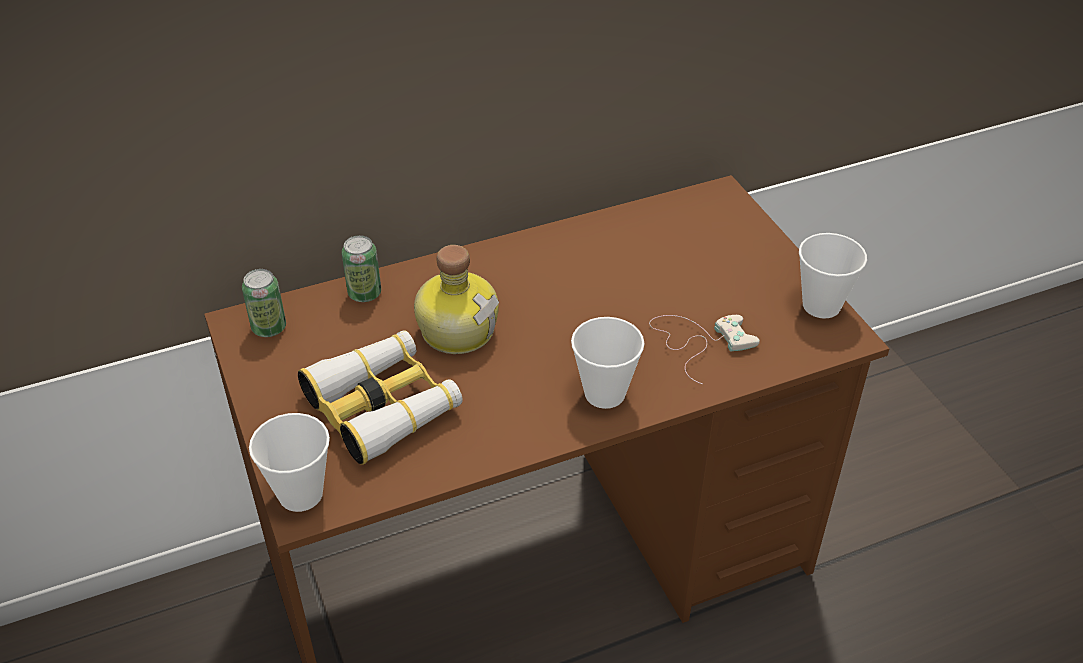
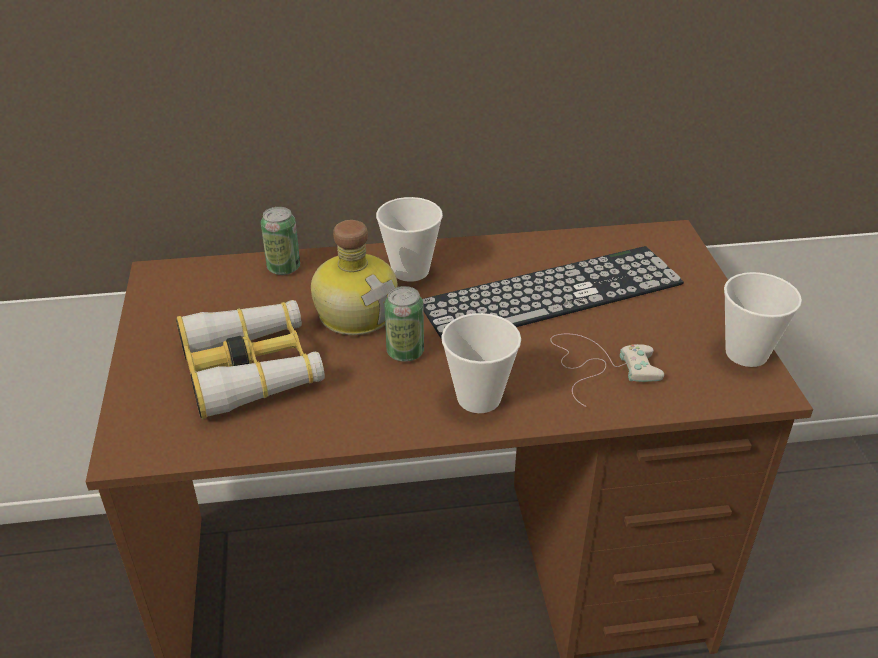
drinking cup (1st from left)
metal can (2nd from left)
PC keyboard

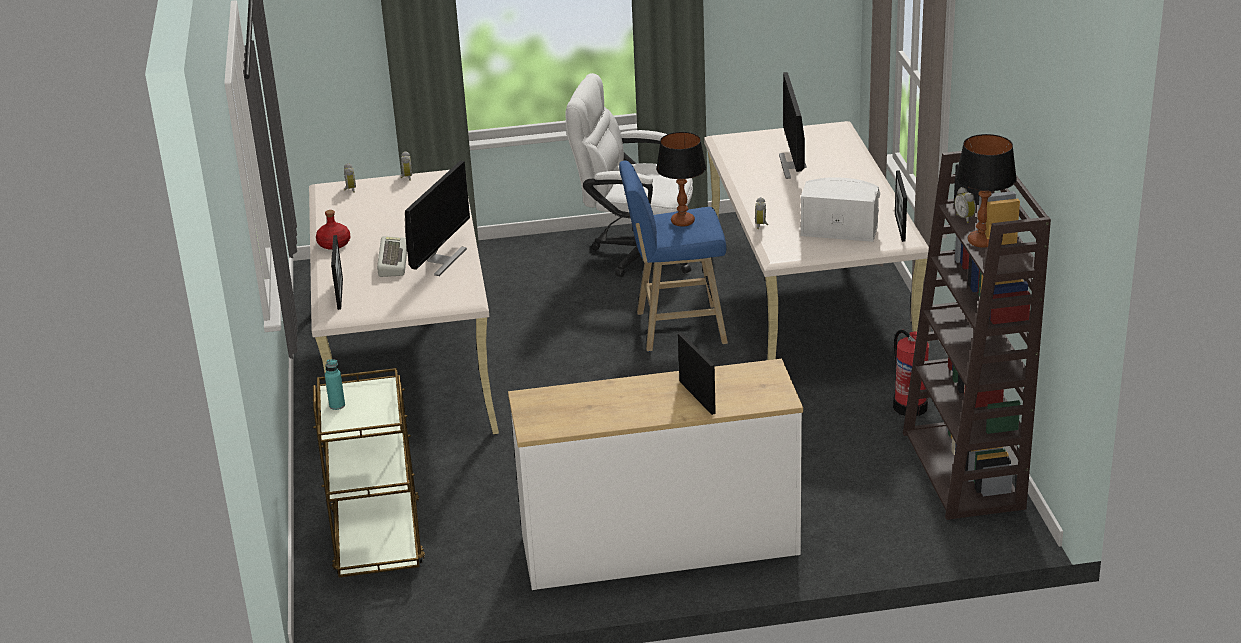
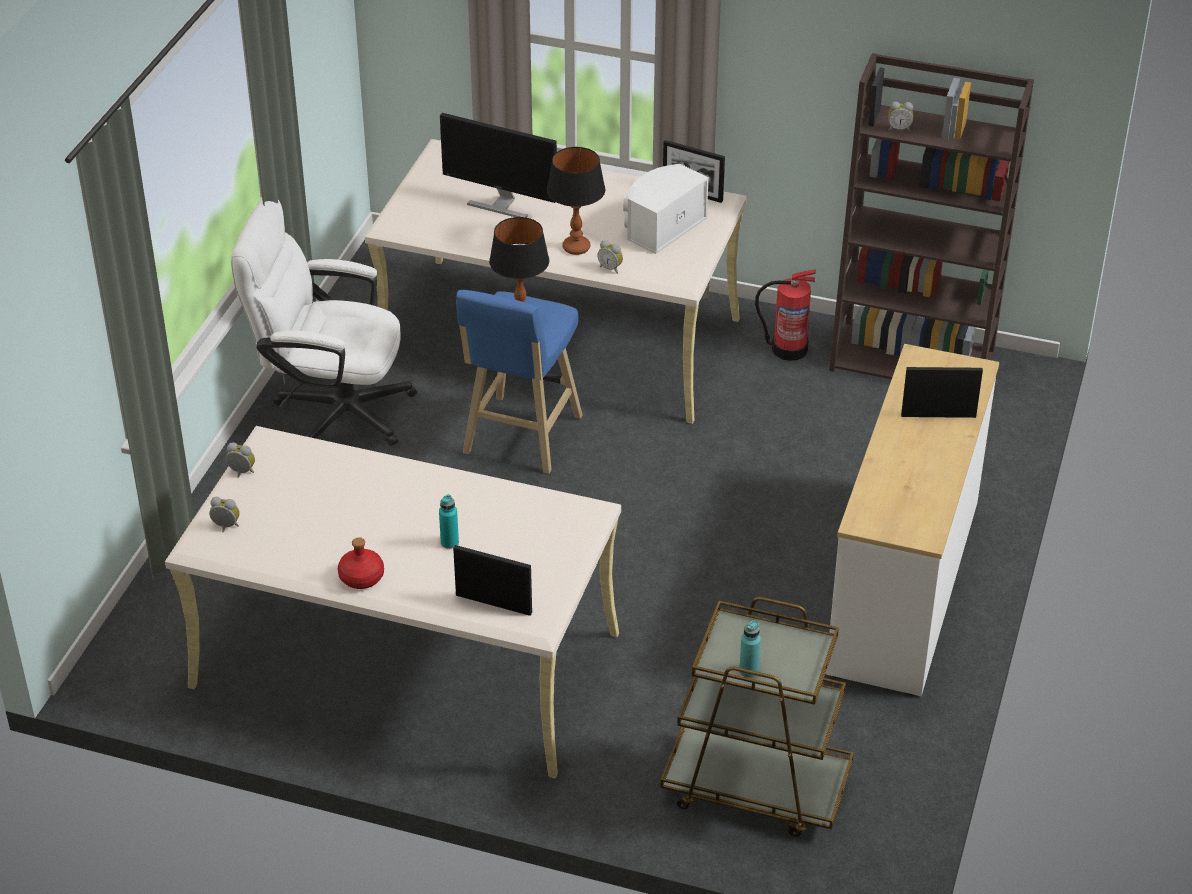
white desk chair
turquoise bottle (1st from left)
lamp for a table (2nd from left)
computer display (1st from left in the first image)

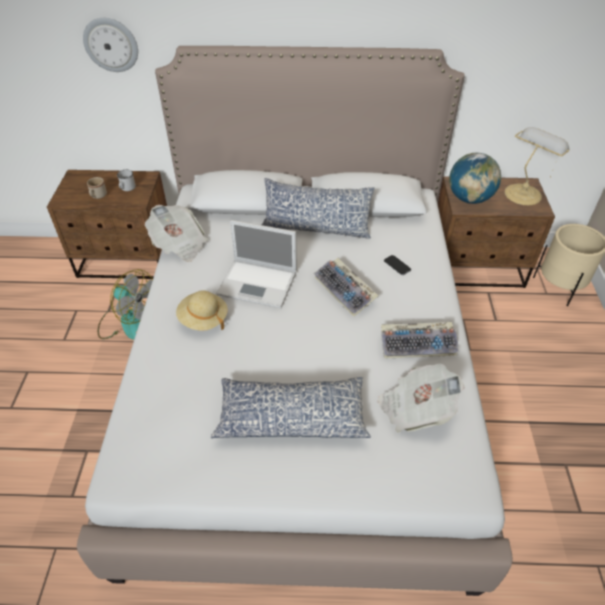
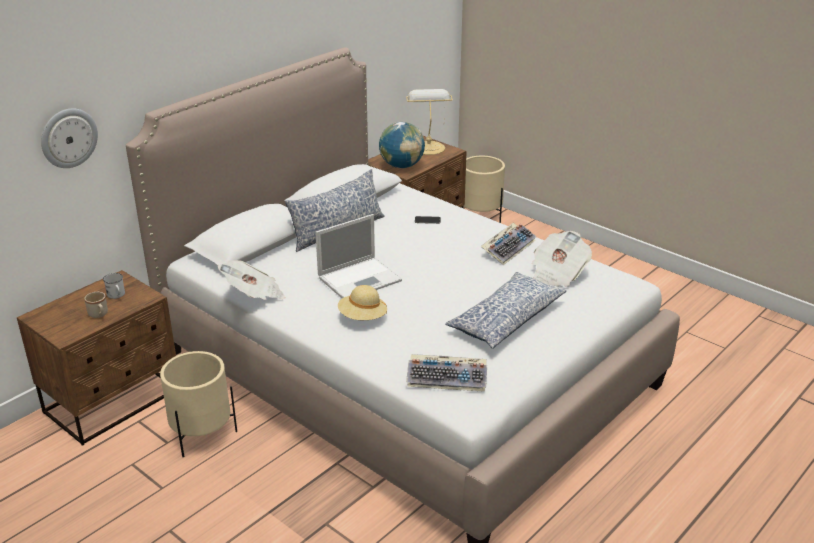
sand-coloured plant pot (1st from left)
PC keyboard (1st from left)

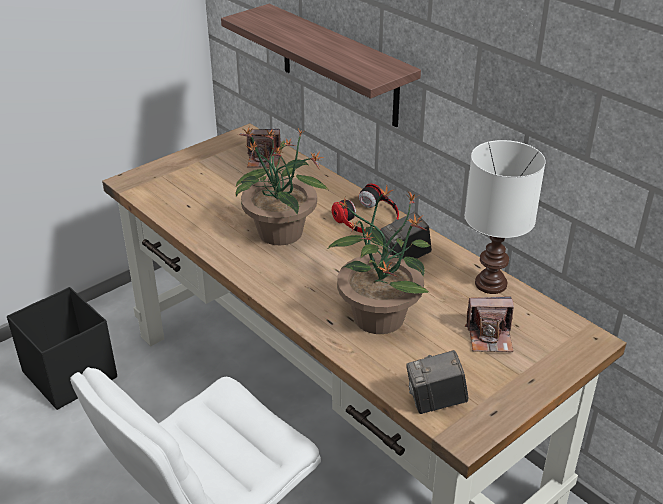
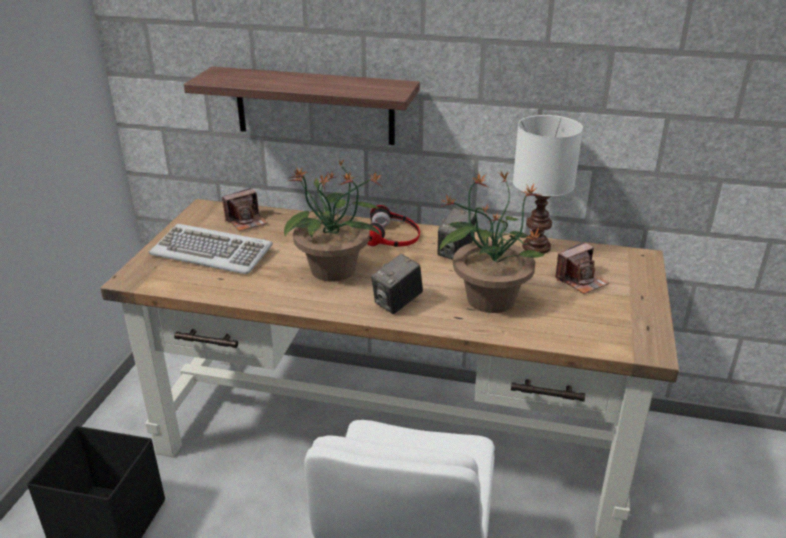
PC keyboard
still camera (2nd from left)

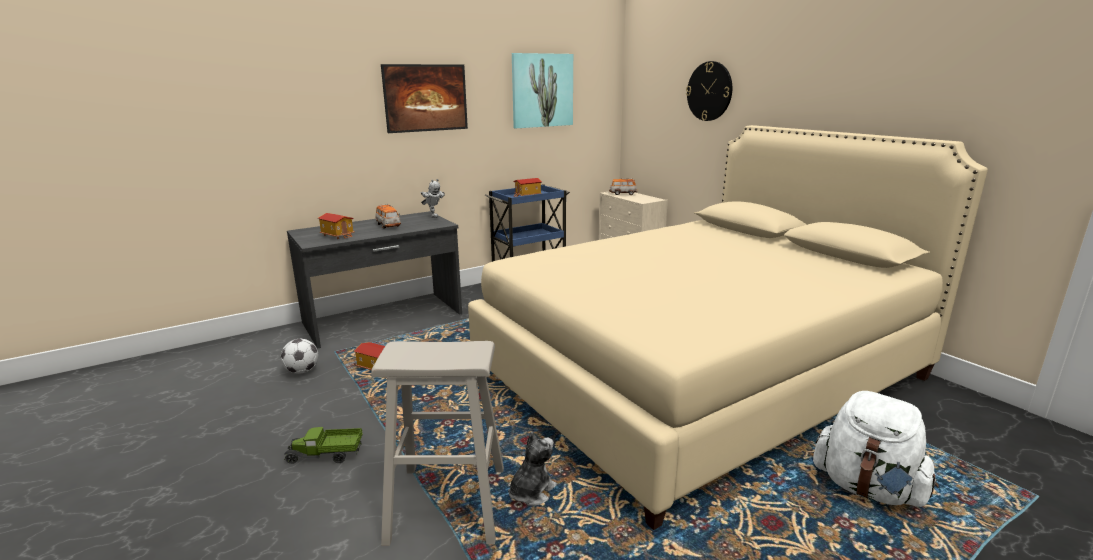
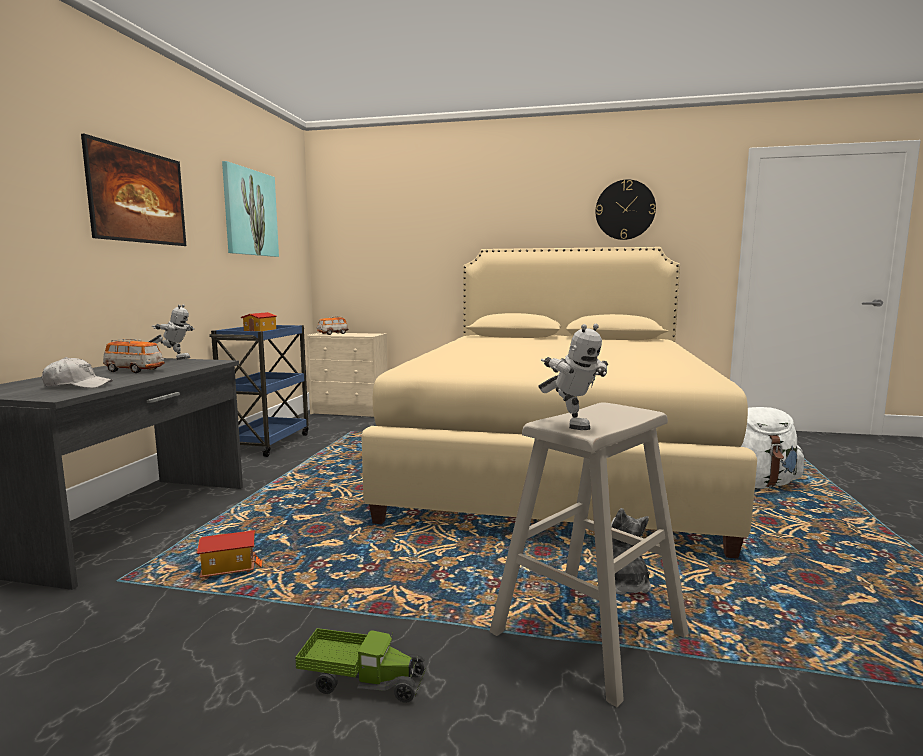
white baseball cap
toy lorry
toy robot (2nd from left)
wall clock
ball for football

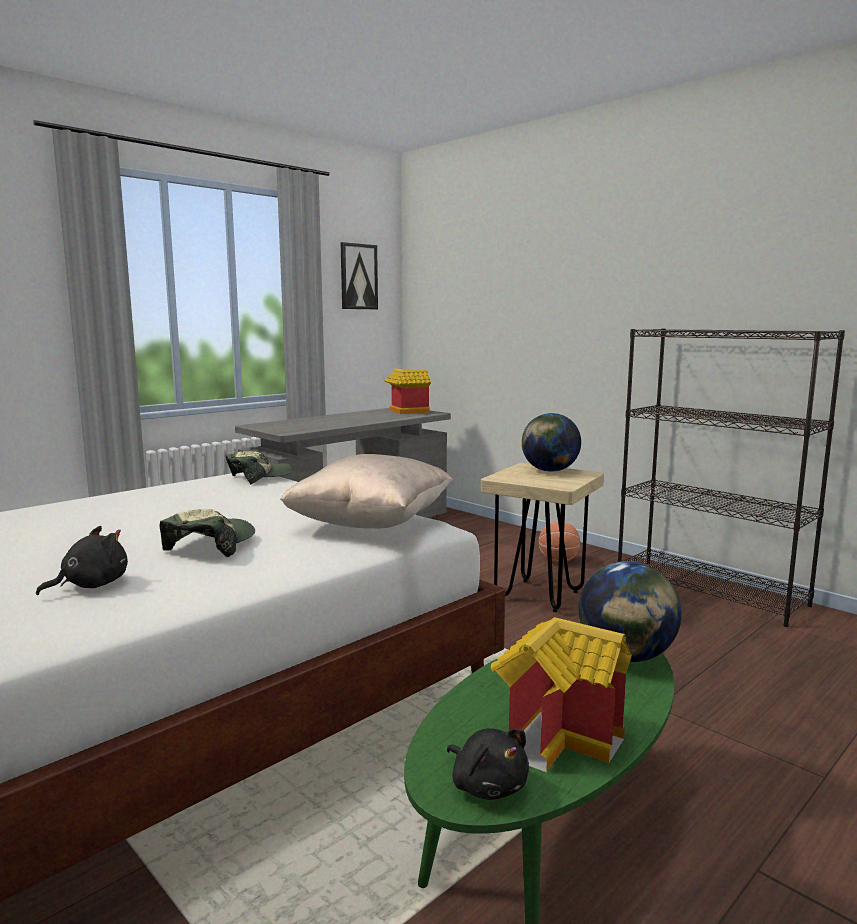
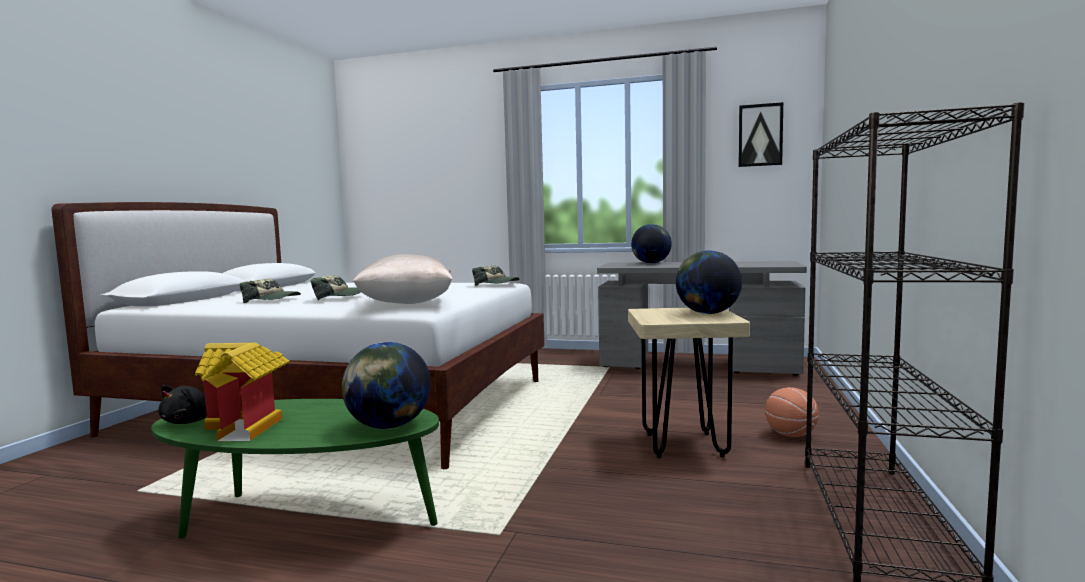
baseball cap (1st from left)
globe (2nd from left)
model house (1st from left in the first image)

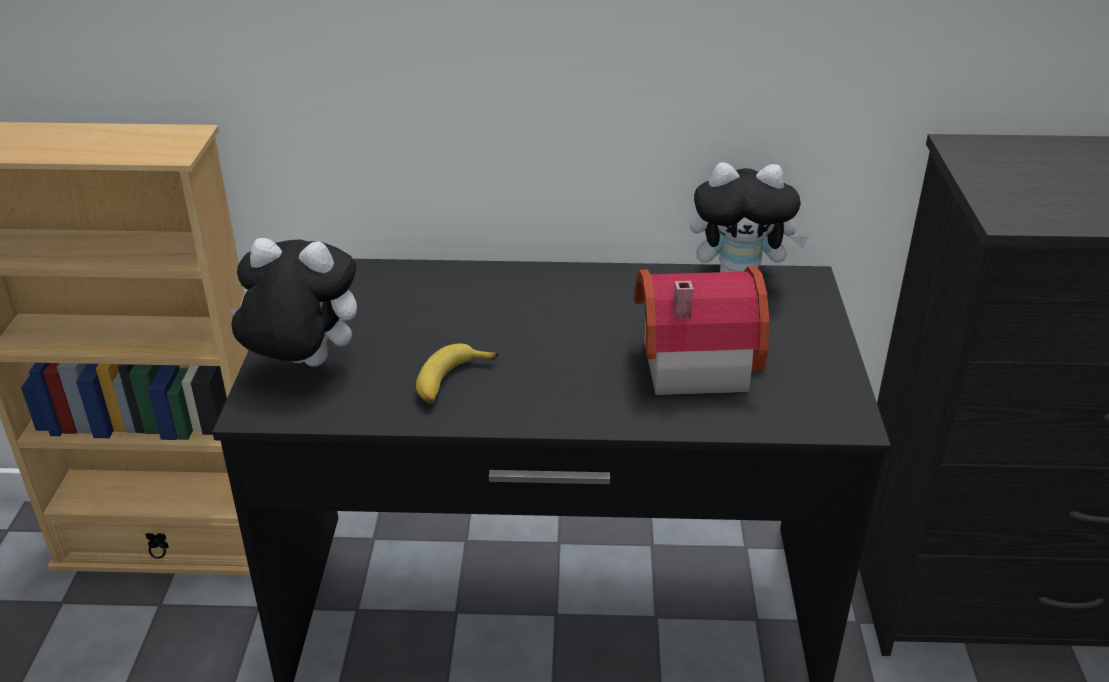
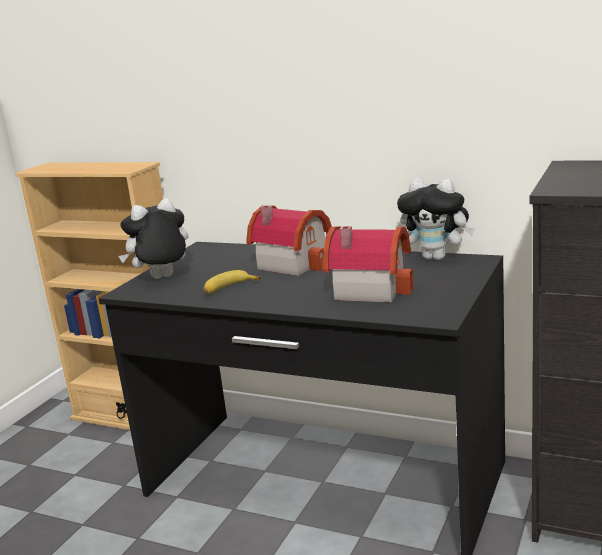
soft toy (1st from left)
model house (1st from left)

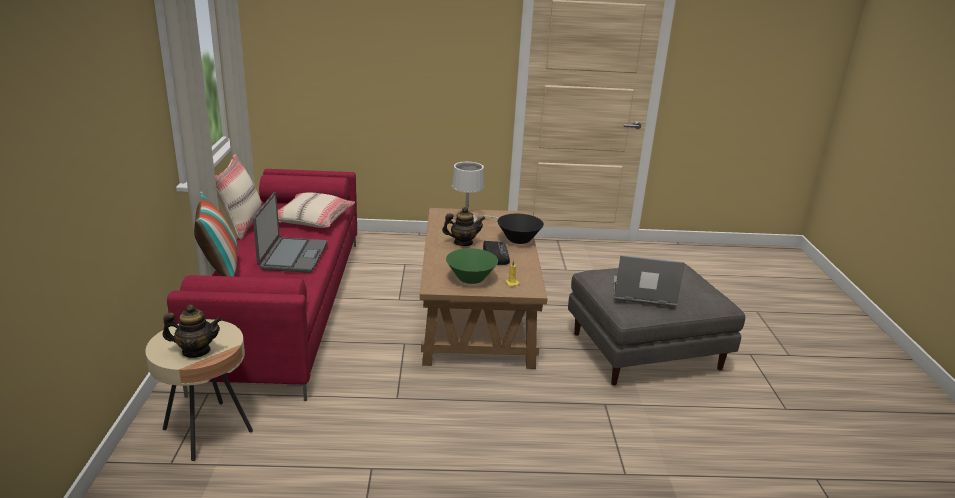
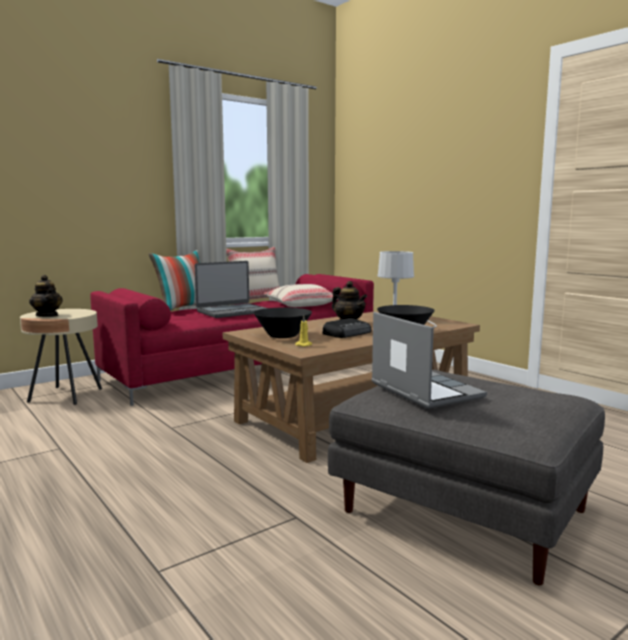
black bowl (1st from left)

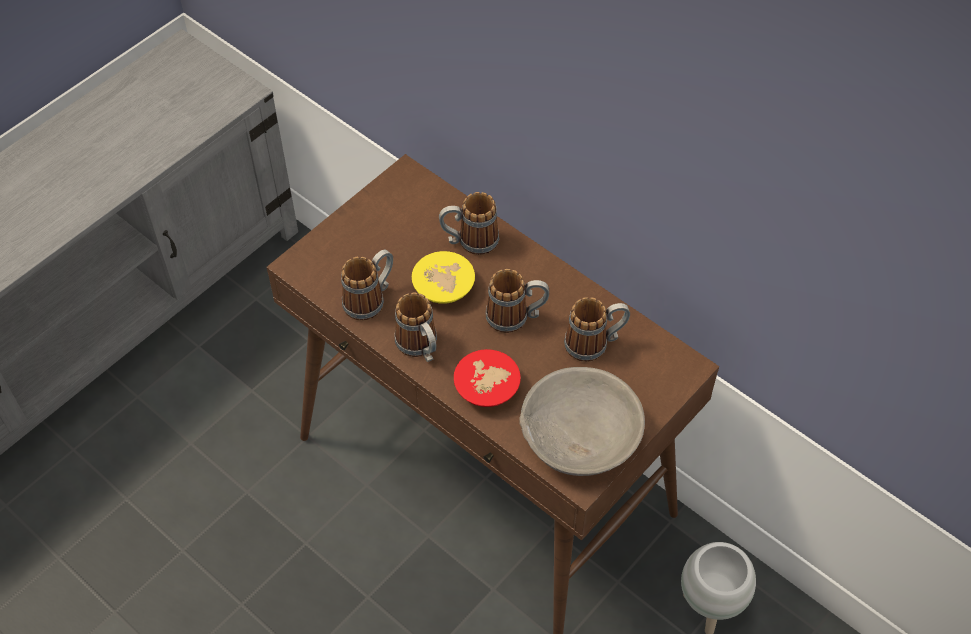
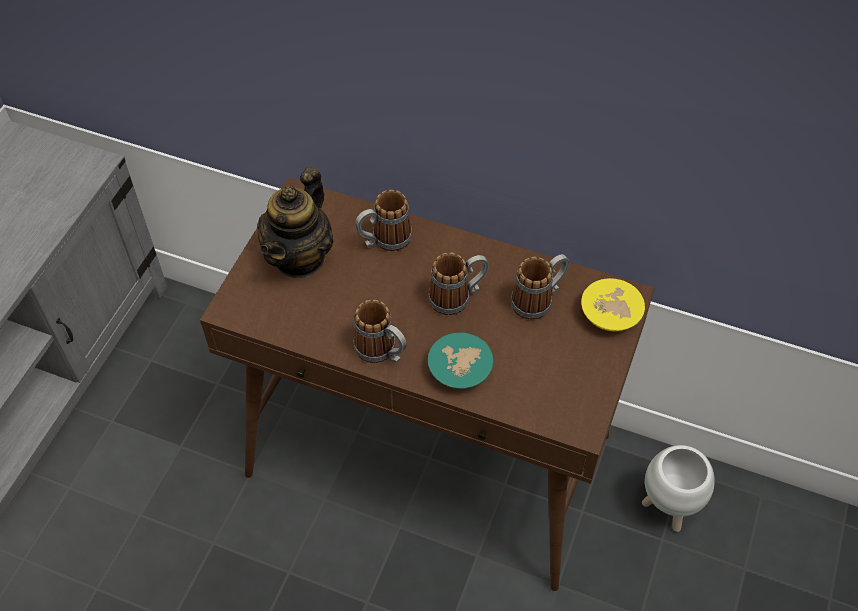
teapot
turquoise bowl
yellowish bowl
mug (1st from left in the first image)
greyish bowl

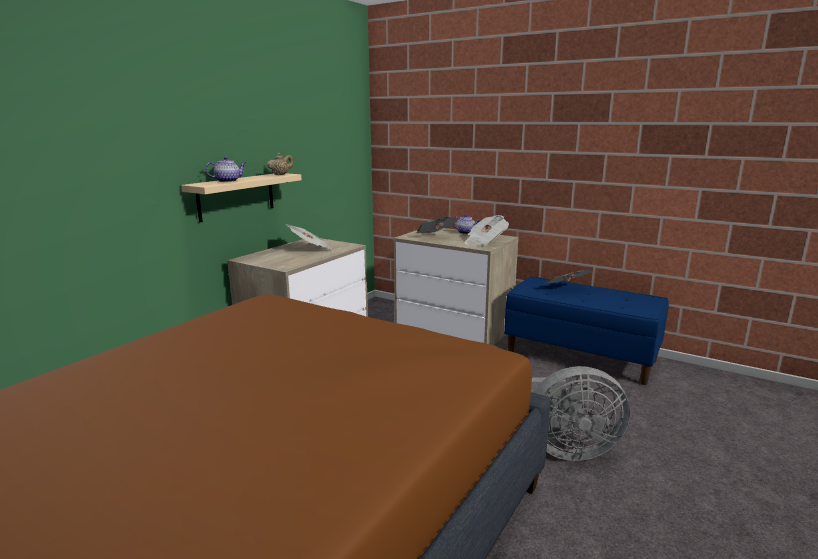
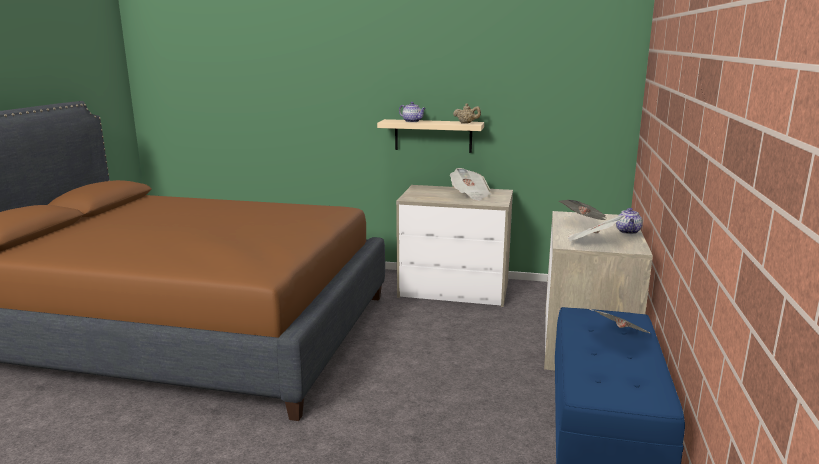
greyish cooling fan

